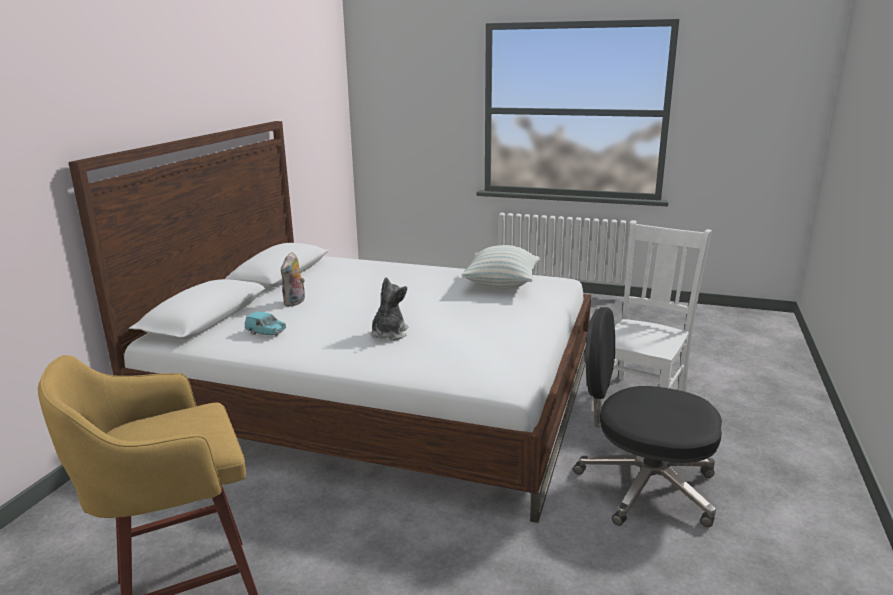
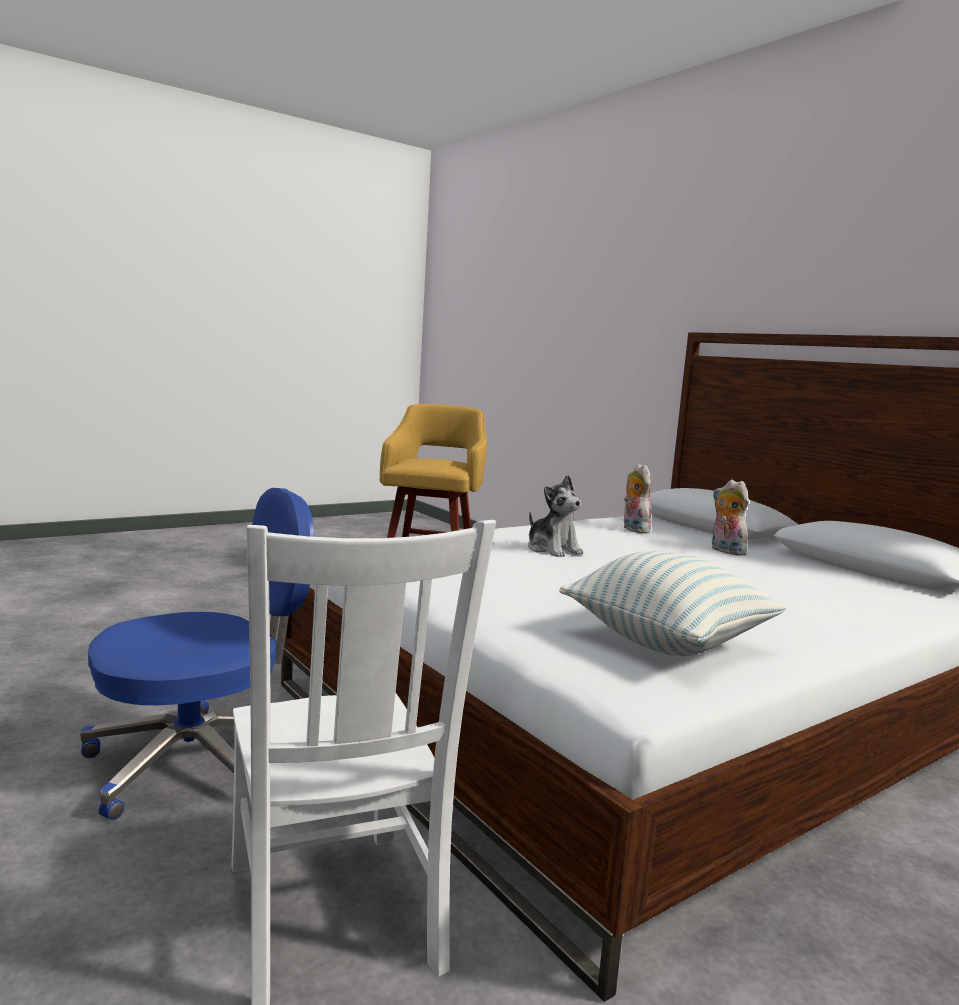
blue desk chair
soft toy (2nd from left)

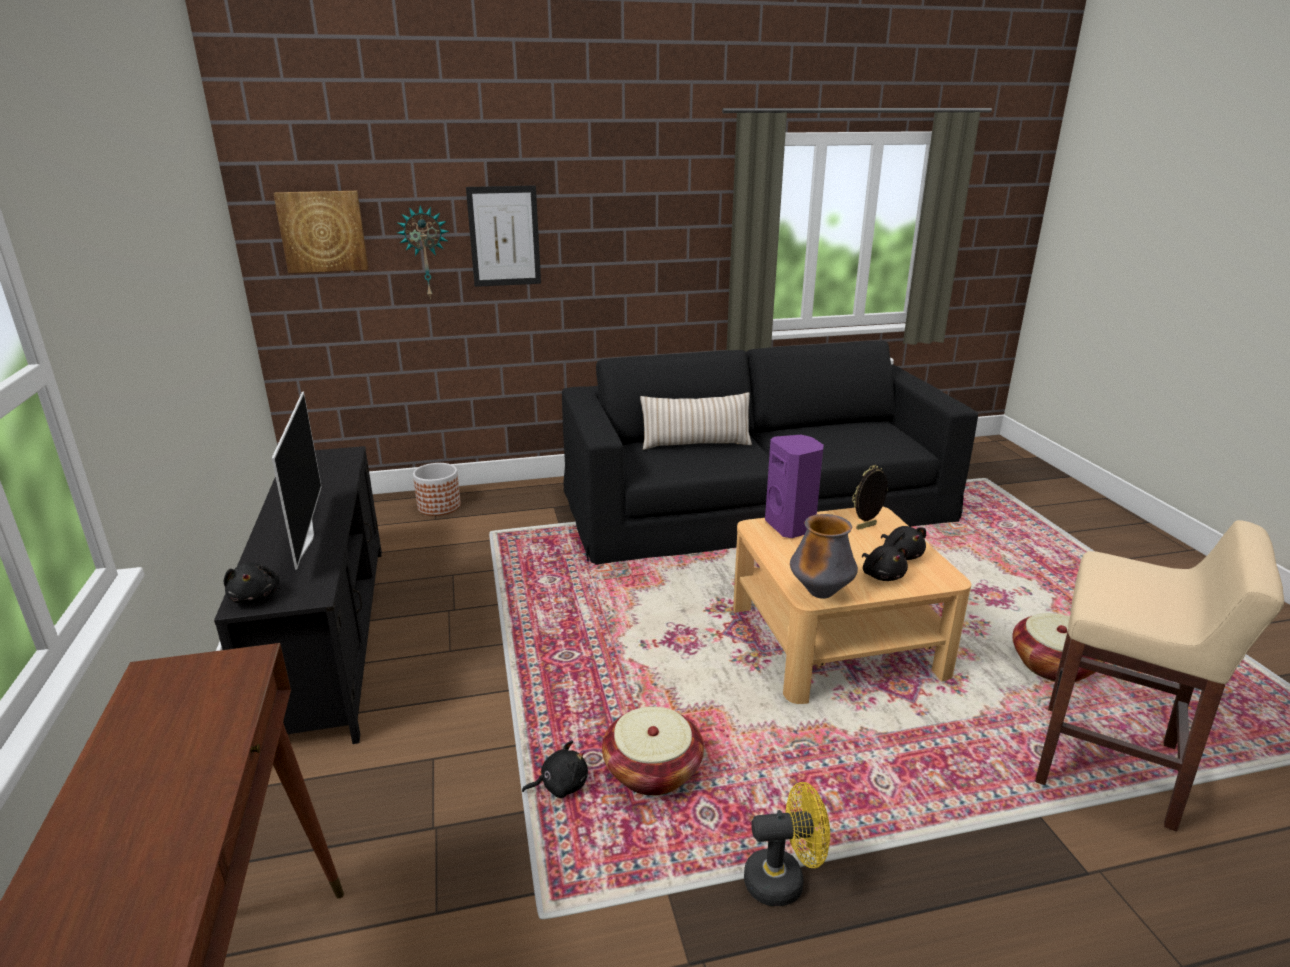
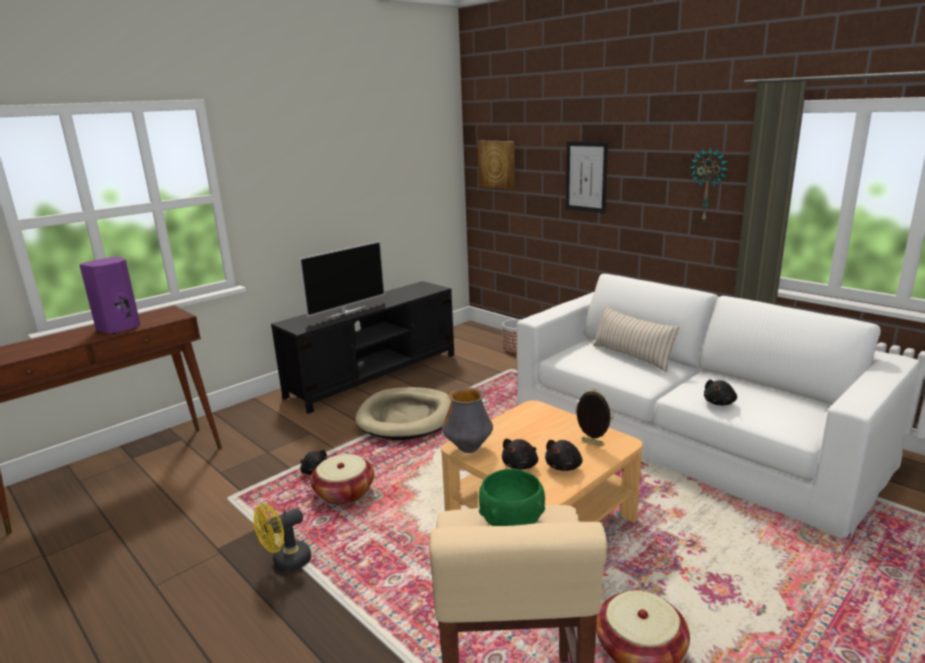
purple-coloured speaker
yellowish cooling fan
sand-coloured pet bed
green bowl
white couch
wall clock
black soft toy (4th from left)

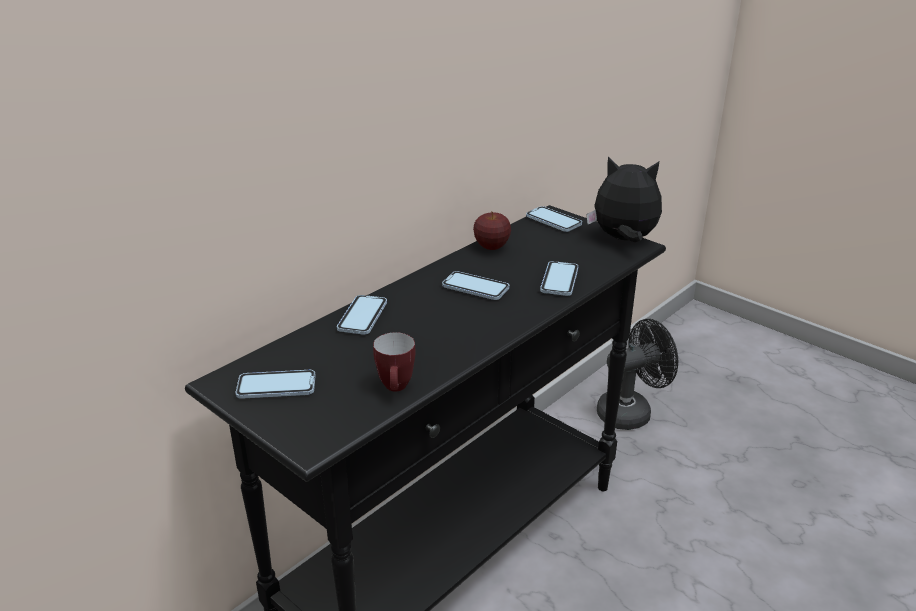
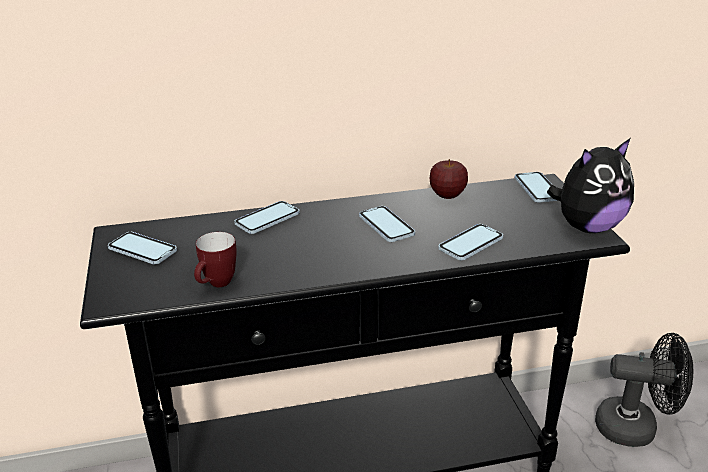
soft toy

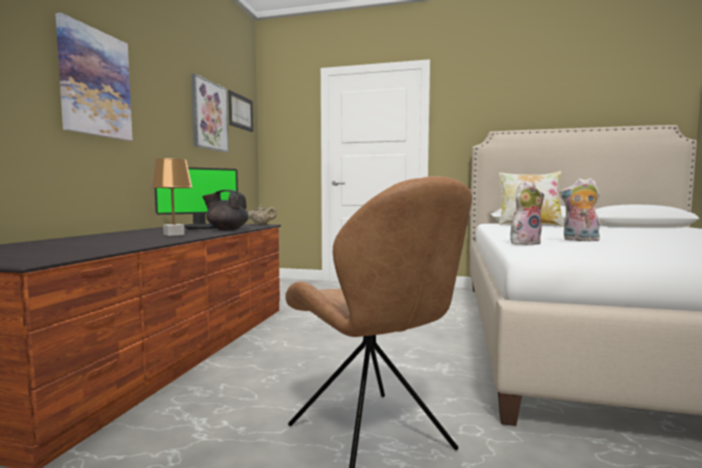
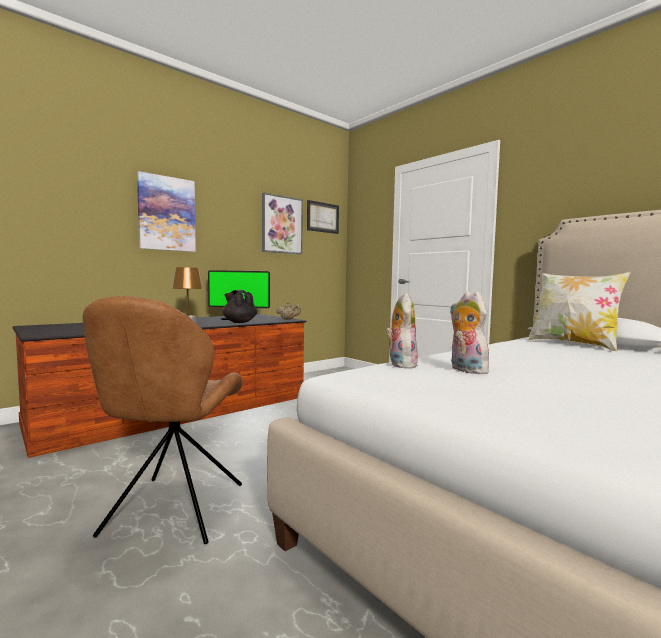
soft toy (1st from left)

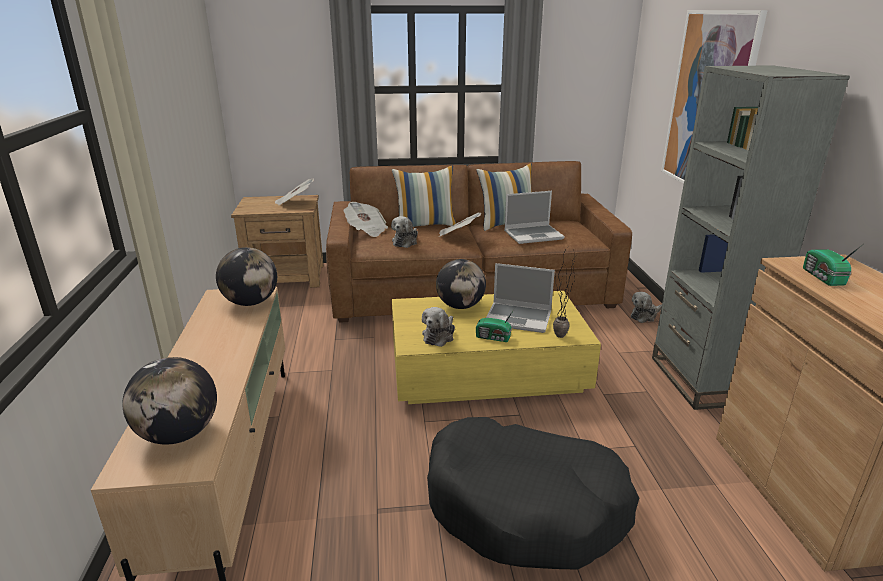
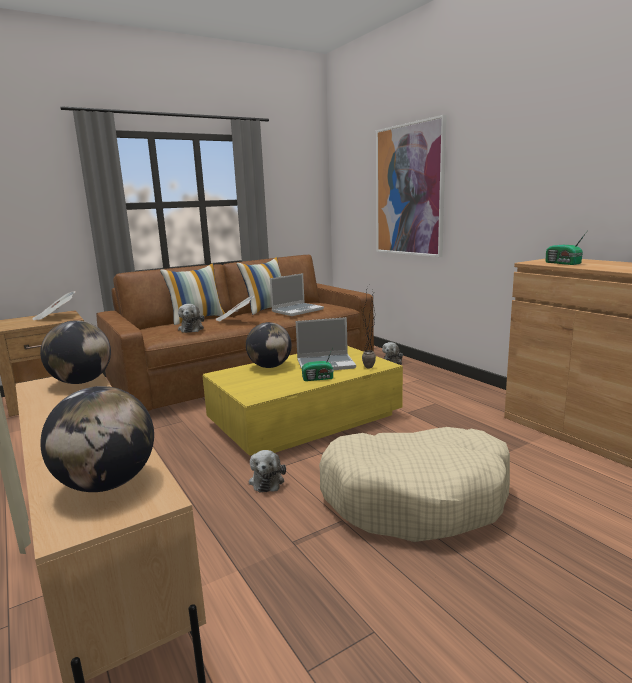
soft toy (2nd from left)
sand-coloured pet bed
printed paper (2nd from left in the first image)
greyish bookcase

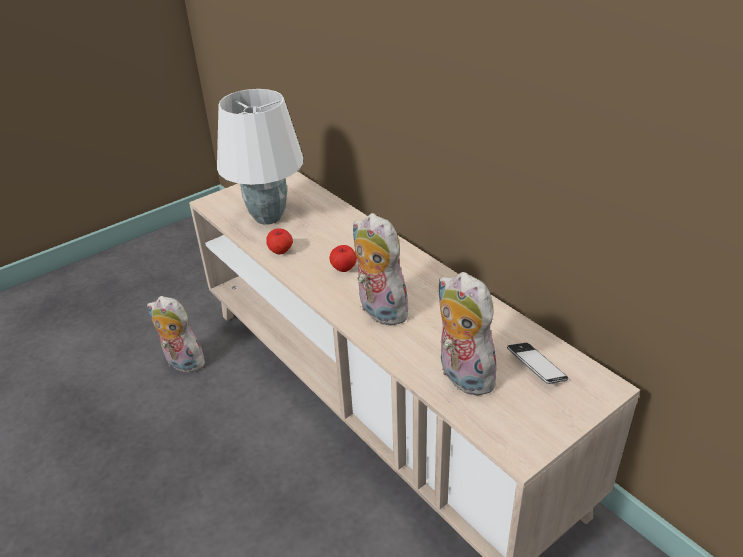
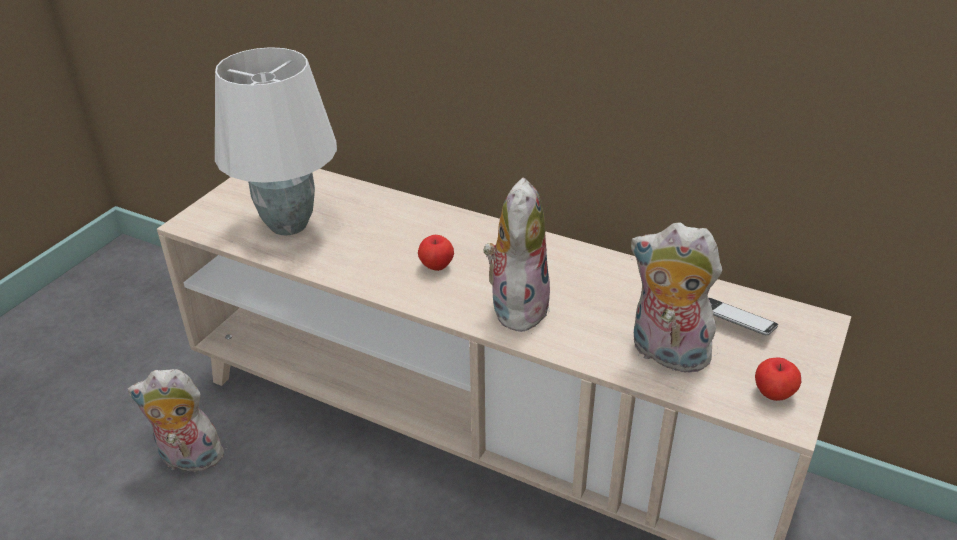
soft toy (2nd from left)
apple (2nd from left)

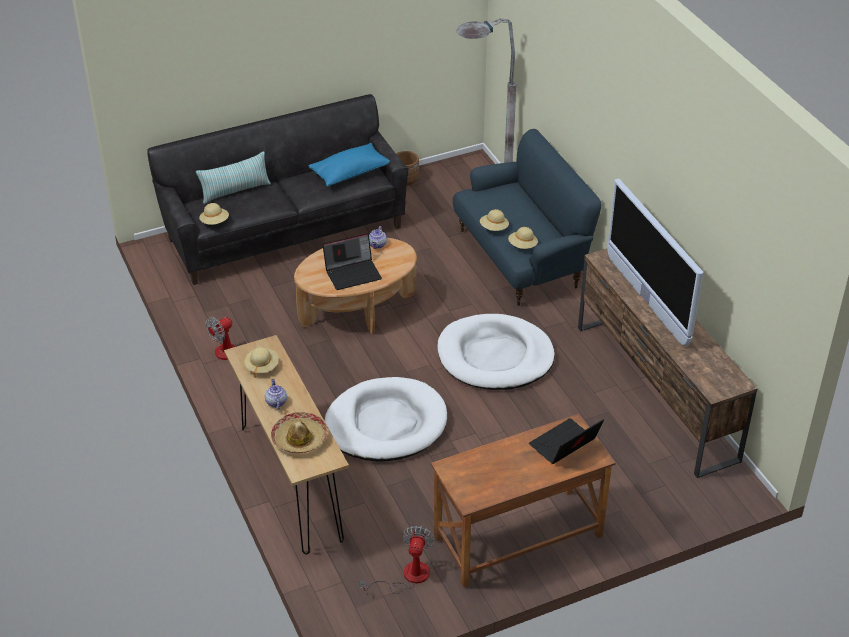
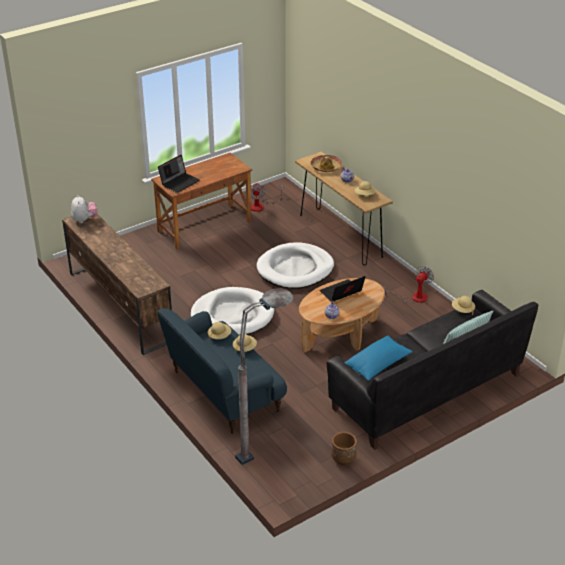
soft toy
television

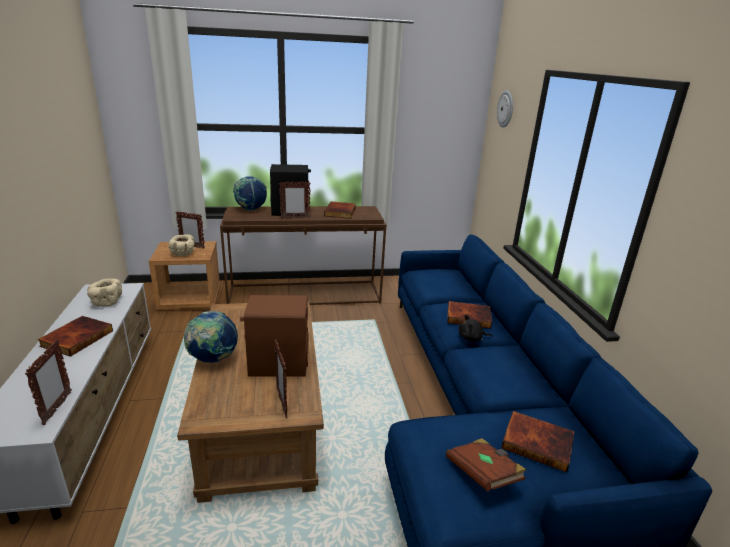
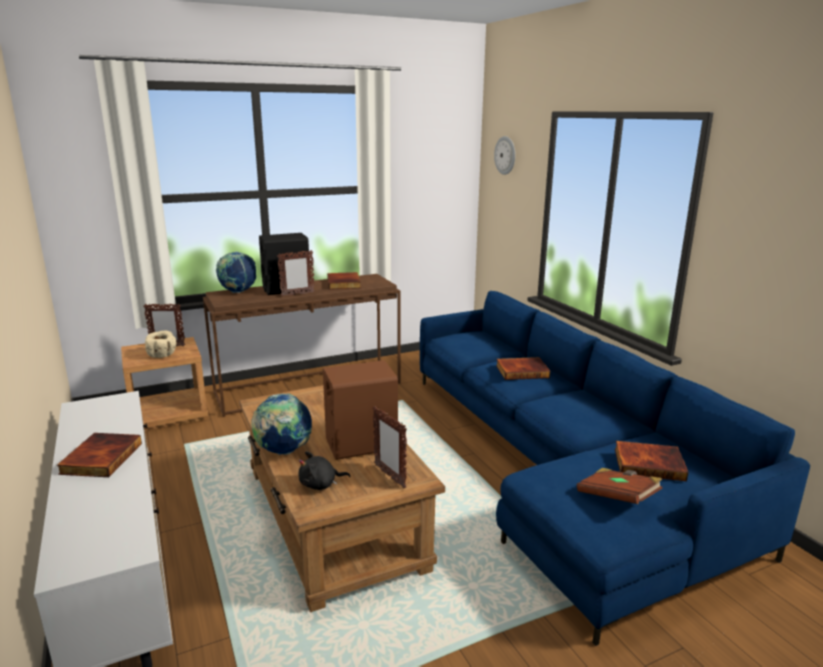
black soft toy
standing frame (1st from left in the first image)
sand-coloured bowl (1st from left in the first image)

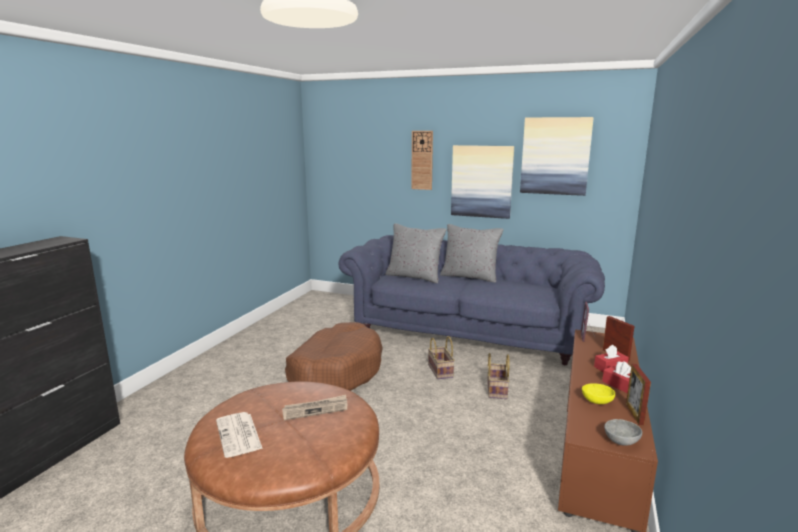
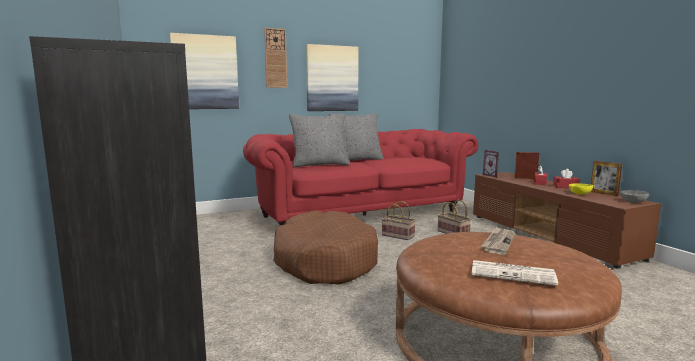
wall art (1st from left)
reddish couch

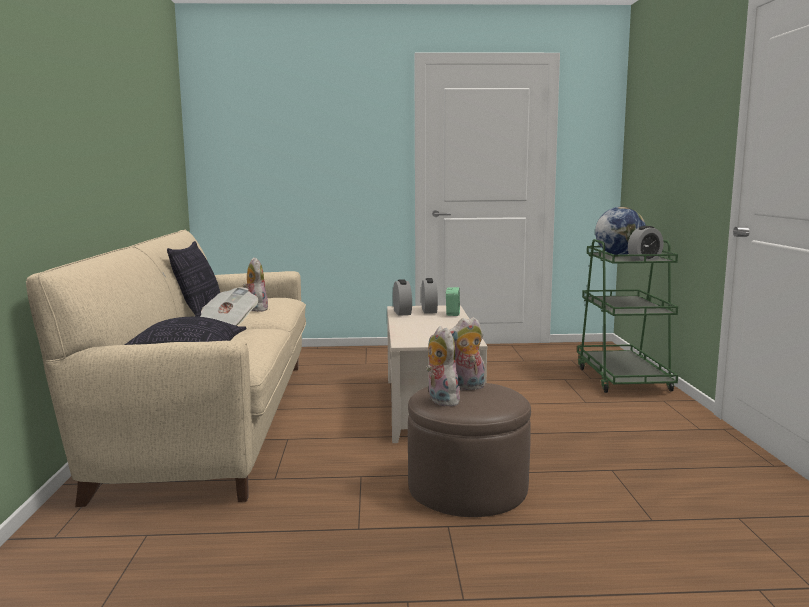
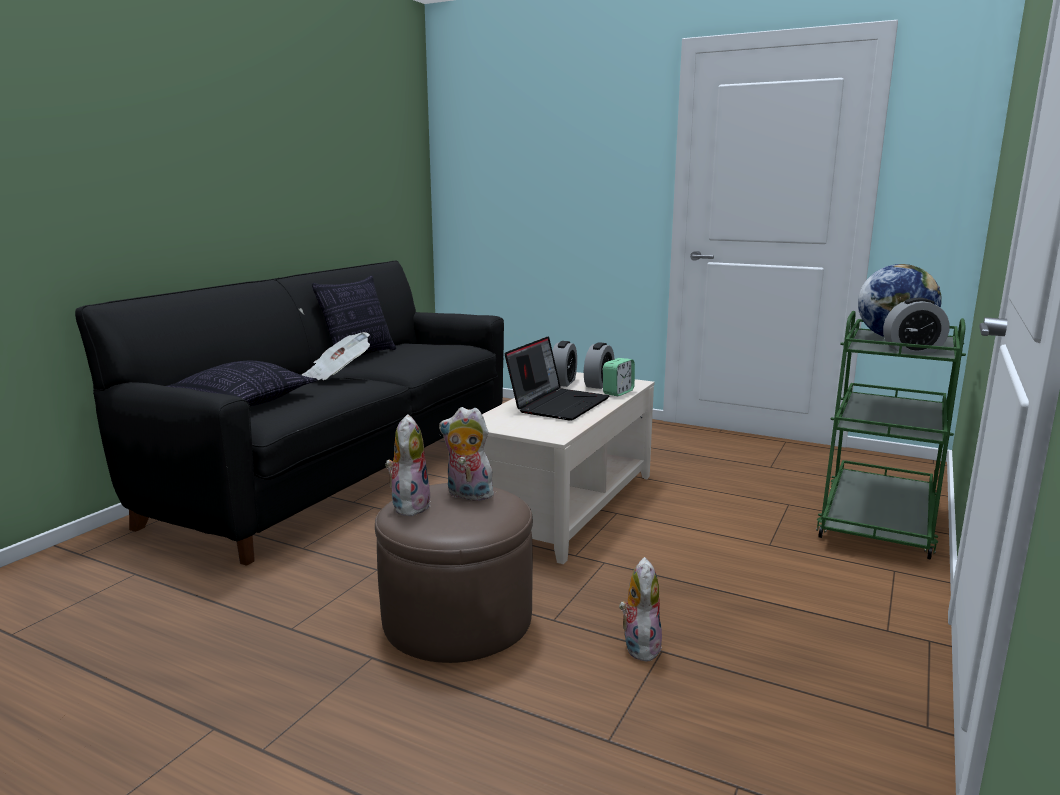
black couch
notebook computer
soft toy (3rd from left)

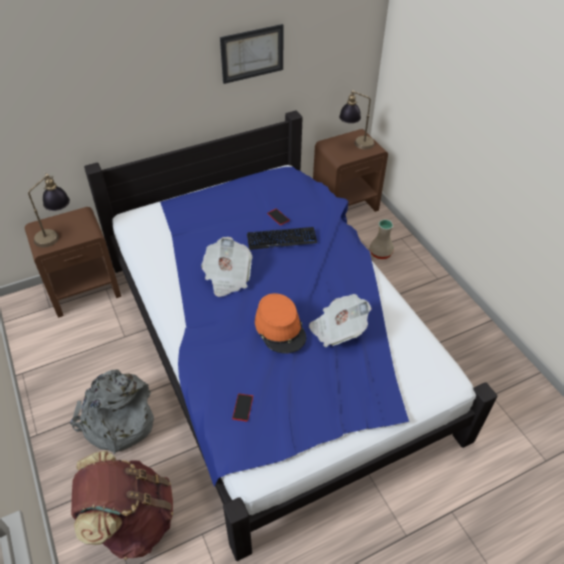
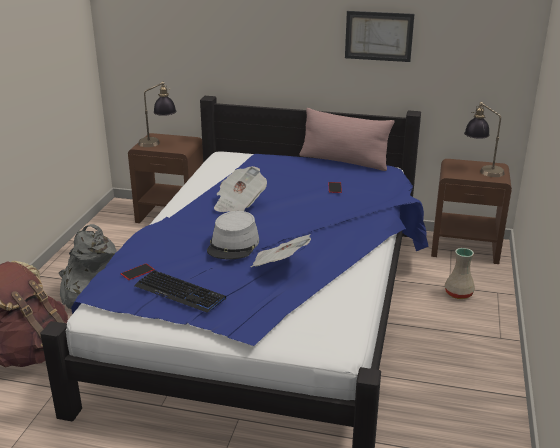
PC keyboard
greyish wearable hat
pinkish throw pillow

